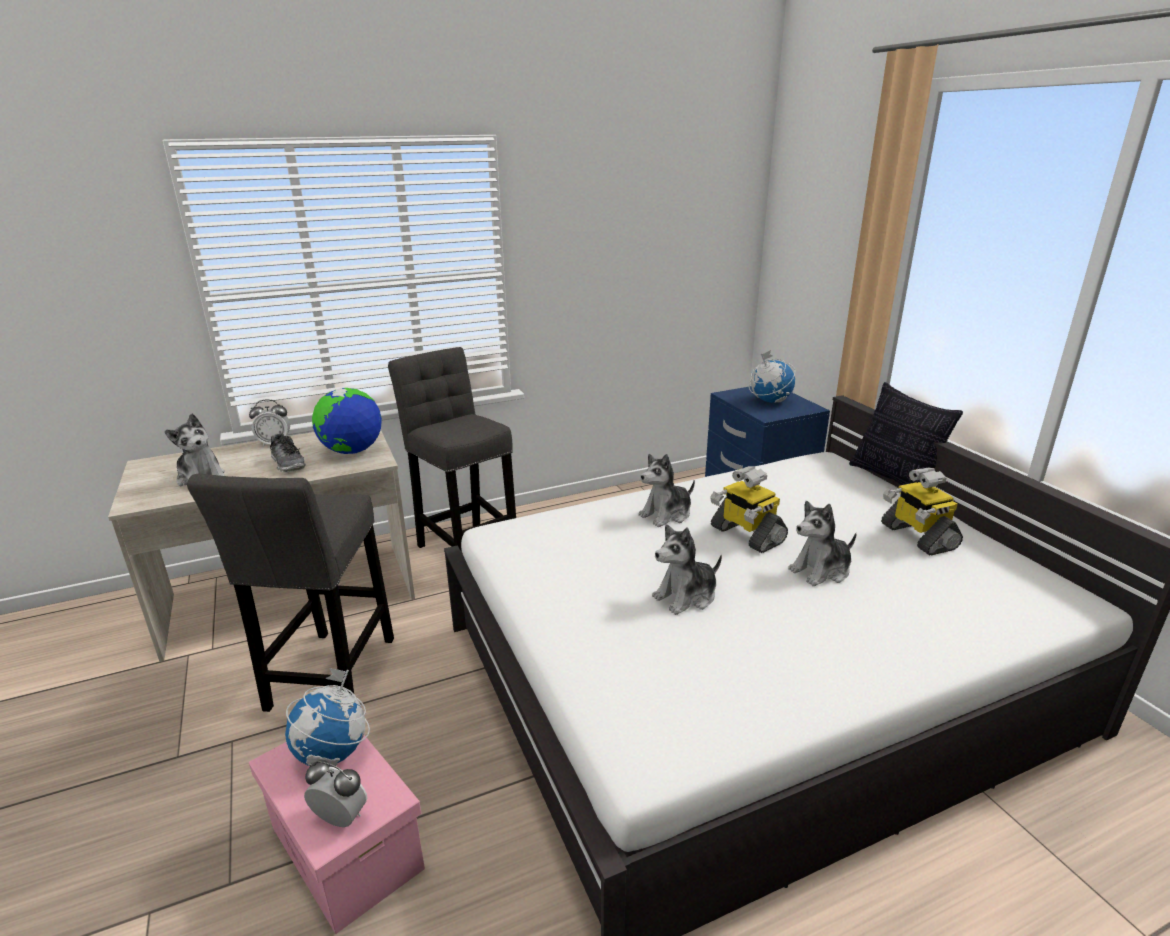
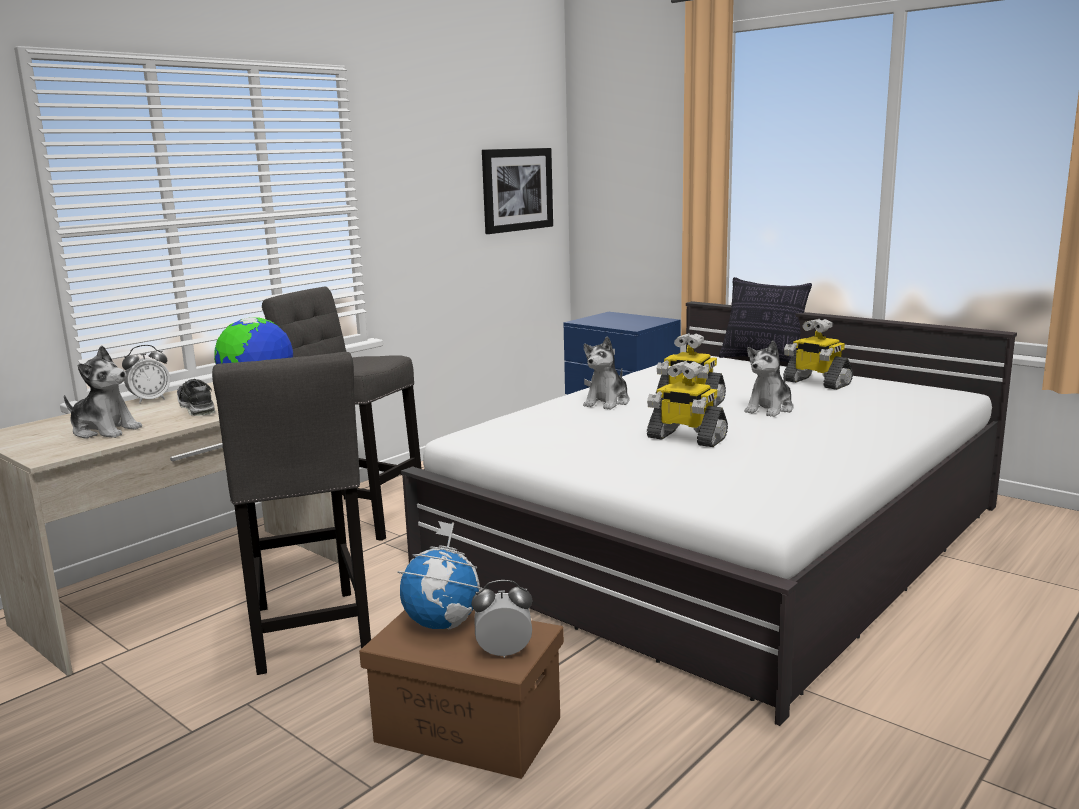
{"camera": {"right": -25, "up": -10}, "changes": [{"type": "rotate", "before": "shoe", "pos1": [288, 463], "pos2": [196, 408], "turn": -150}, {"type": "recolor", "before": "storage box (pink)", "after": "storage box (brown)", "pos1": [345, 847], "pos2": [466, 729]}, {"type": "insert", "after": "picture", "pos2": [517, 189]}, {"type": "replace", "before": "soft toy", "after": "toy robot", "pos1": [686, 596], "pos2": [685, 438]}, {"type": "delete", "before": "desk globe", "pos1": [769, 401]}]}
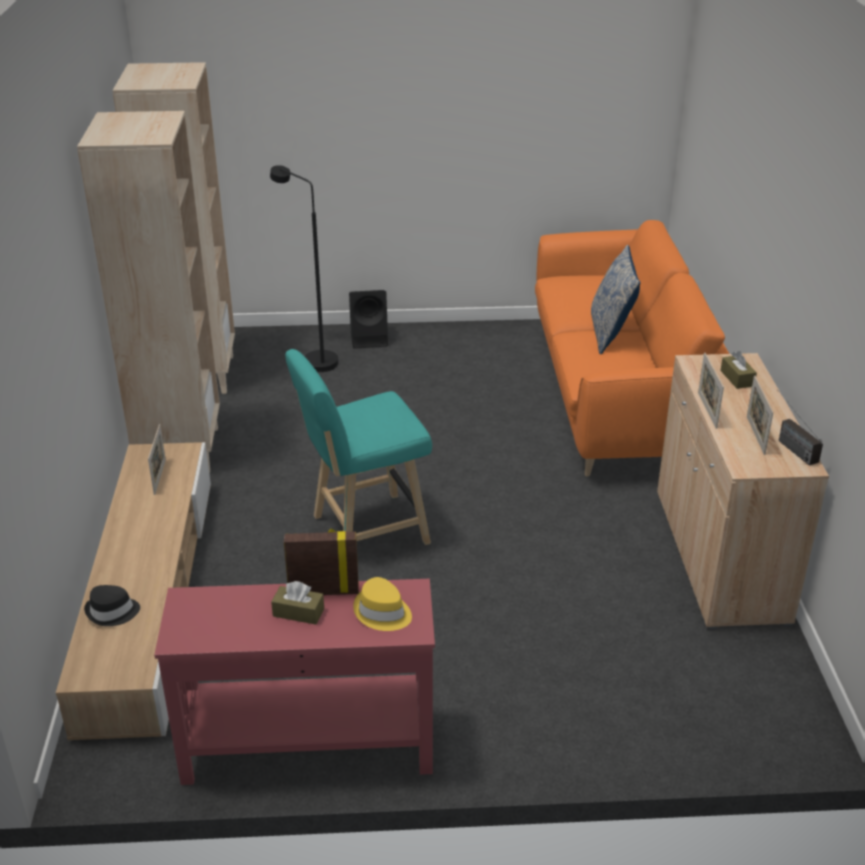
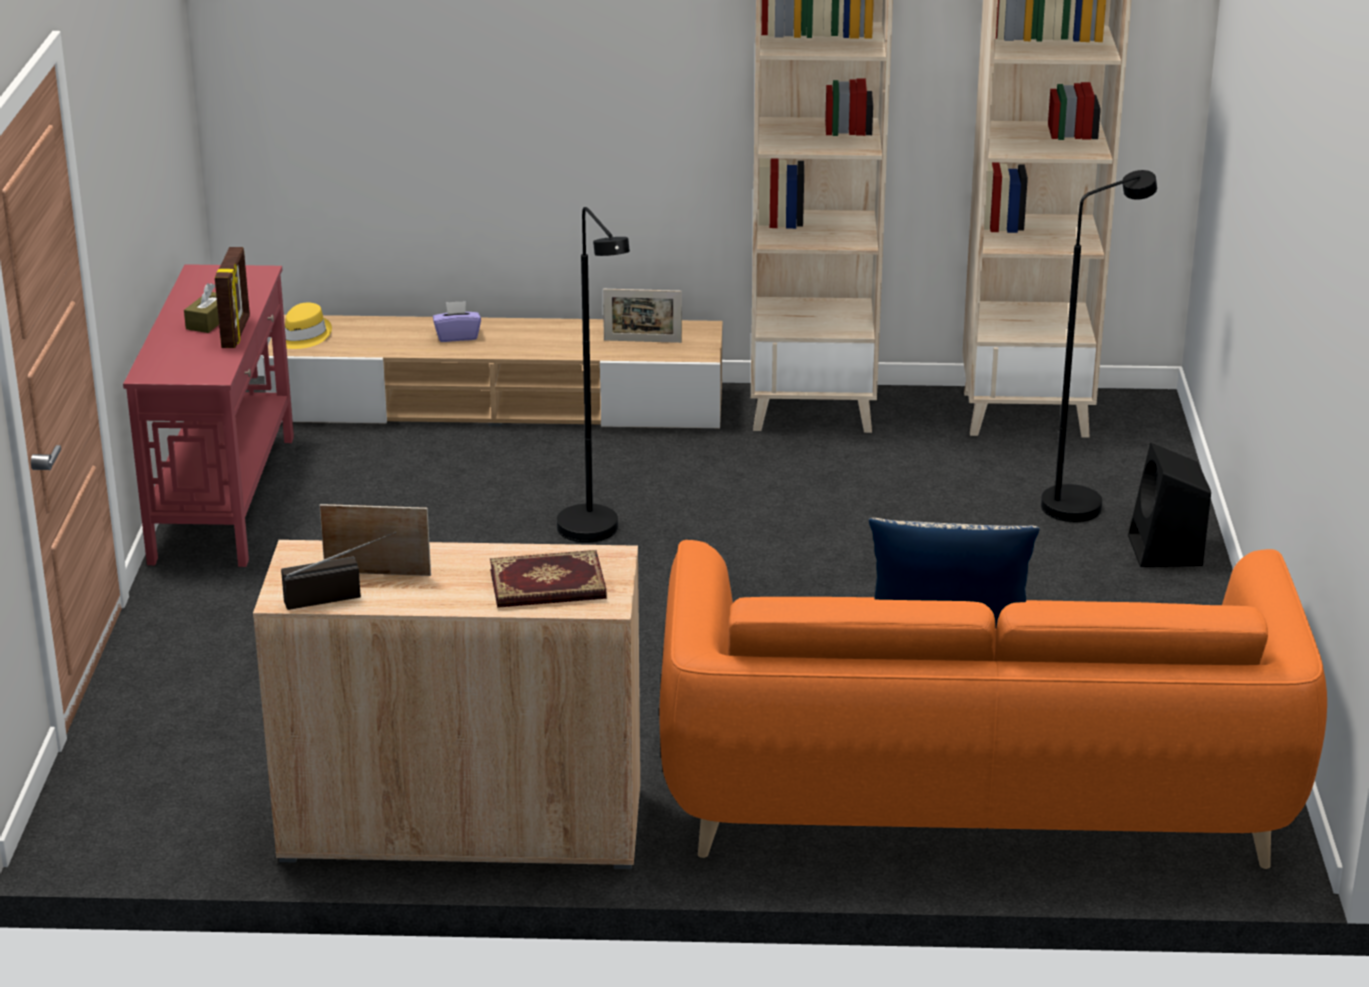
{"camera": {"right": 95, "up": -5}, "changes": [{"type": "move", "before": "wearable hat (yellow-coloured)", "pos1": [382, 613], "pos2": [303, 337]}, {"type": "insert", "after": "tissue box (purple)", "pos2": [457, 336]}, {"type": "replace", "before": "tissue box (brown)", "after": "volume", "pos1": [737, 378], "pos2": [548, 586]}, {"type": "replace", "before": "stool seat (turquoise)", "after": "standing lamp (blackish)", "pos1": [364, 532], "pos2": [595, 535]}, {"type": "delete", "before": "wearable hat (blackish)", "pos1": [112, 612]}, {"type": "delete", "before": "standing frame", "pos1": [707, 410]}]}
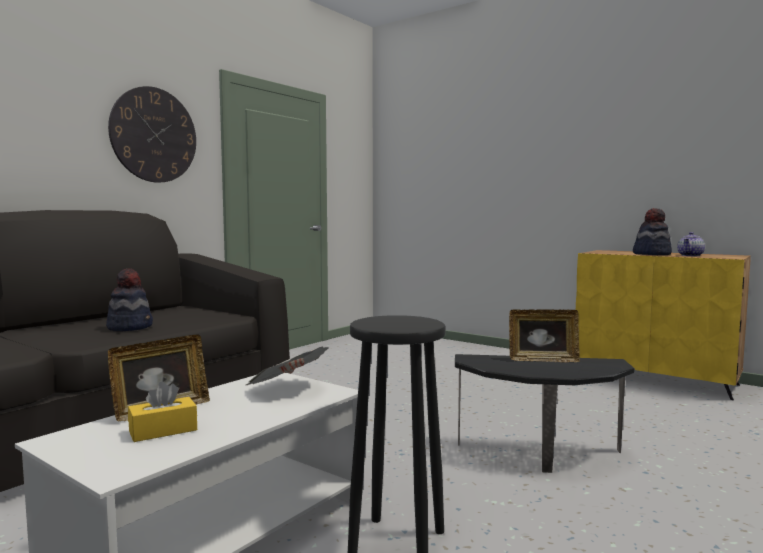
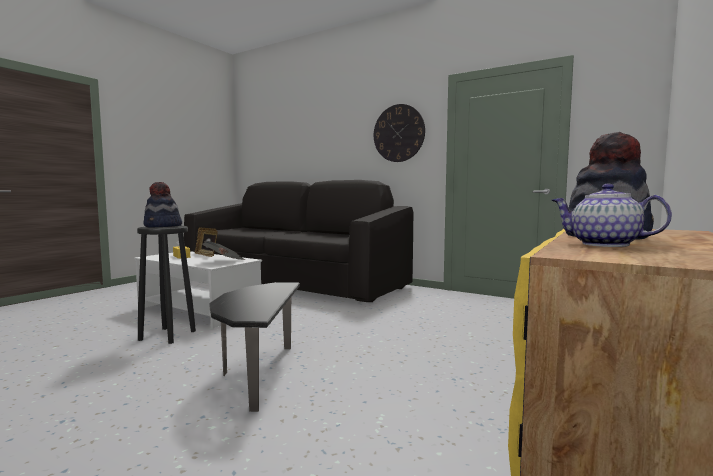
{"camera": {"right": 85, "up": 0}, "changes": [{"type": "move", "before": "wearable hat", "pos1": [130, 327], "pos2": [163, 226]}, {"type": "delete", "before": "standing frame", "pos1": [543, 360]}]}
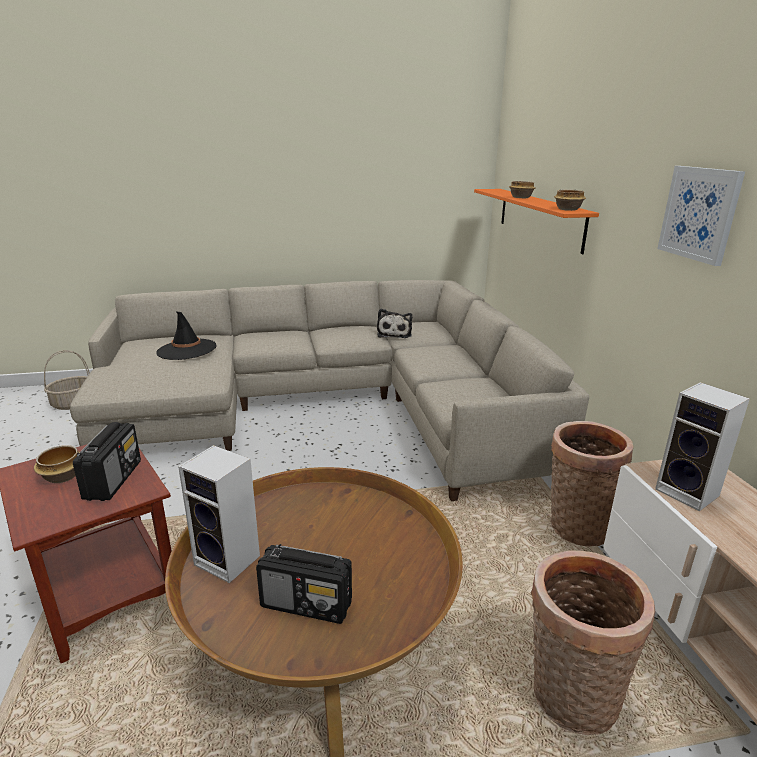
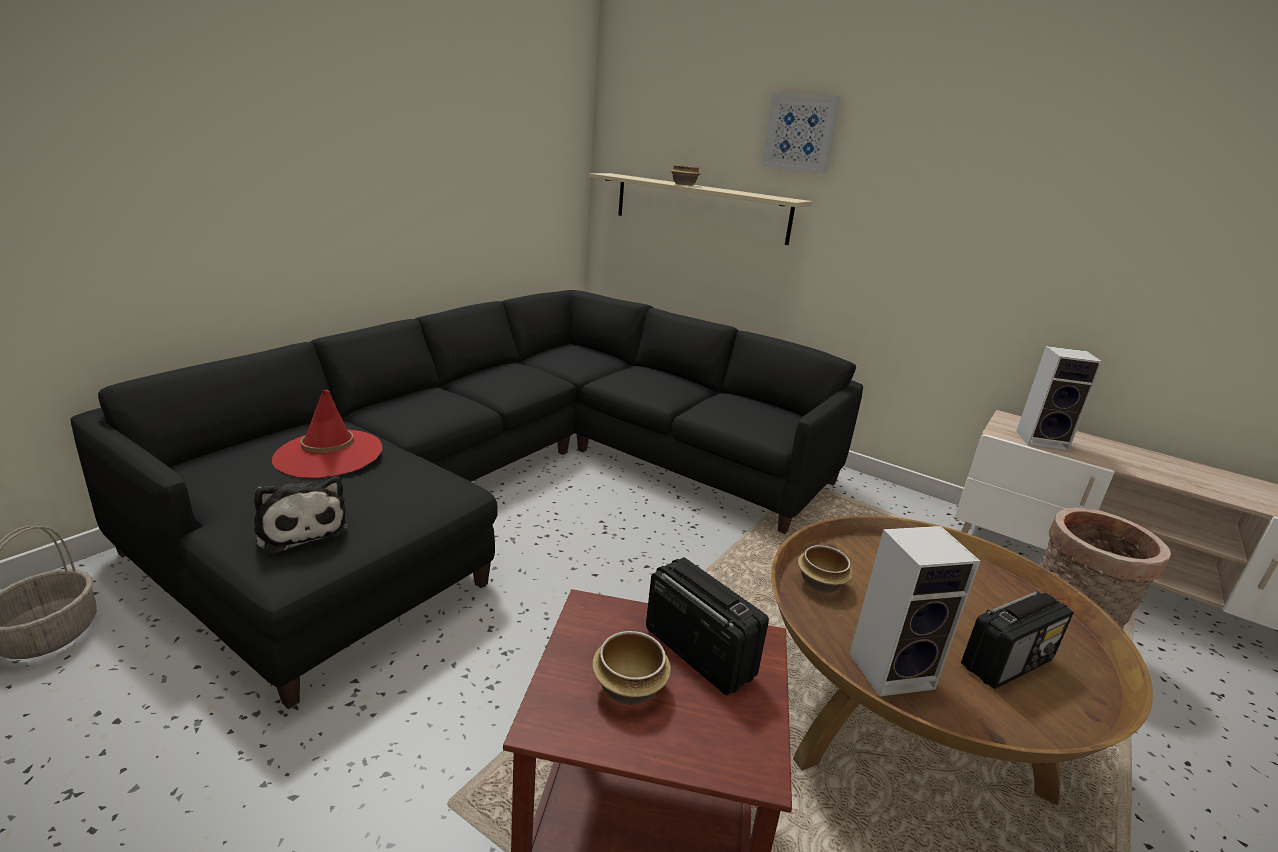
{"camera": {"right": -45, "up": 0}, "changes": [{"type": "recolor", "before": "settee (sand-coloured)", "after": "settee (blackish)", "pos1": [328, 406], "pos2": [516, 482]}, {"type": "move", "before": "soft toy", "pos1": [394, 333], "pos2": [300, 528]}, {"type": "recolor", "before": "wearable hat (blackish)", "after": "wearable hat (red)", "pos1": [186, 350], "pos2": [328, 454]}, {"type": "recolor", "before": "shelf (orange)", "after": "shelf (sand-coloured)", "pos1": [539, 218], "pos2": [700, 207]}, {"type": "move", "before": "picture", "pos1": [699, 214], "pos2": [800, 133]}, {"type": "move", "before": "bowl", "pos1": [568, 209], "pos2": [821, 583]}, {"type": "delete", "before": "basket", "pos1": [575, 525]}]}
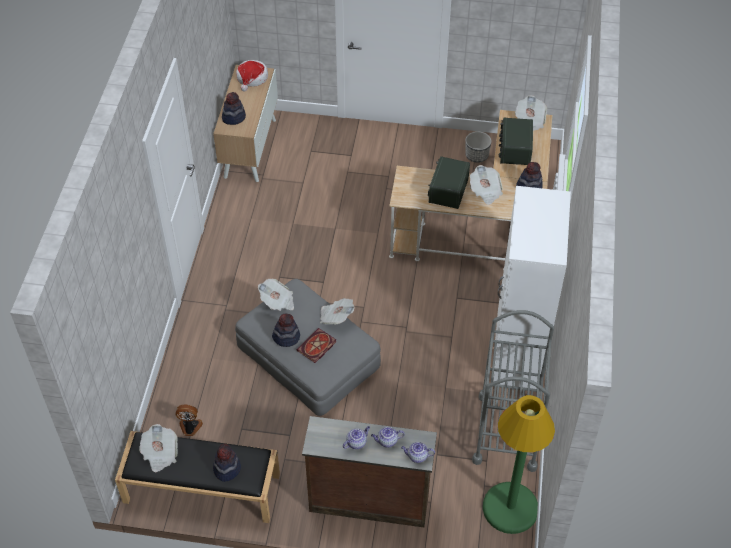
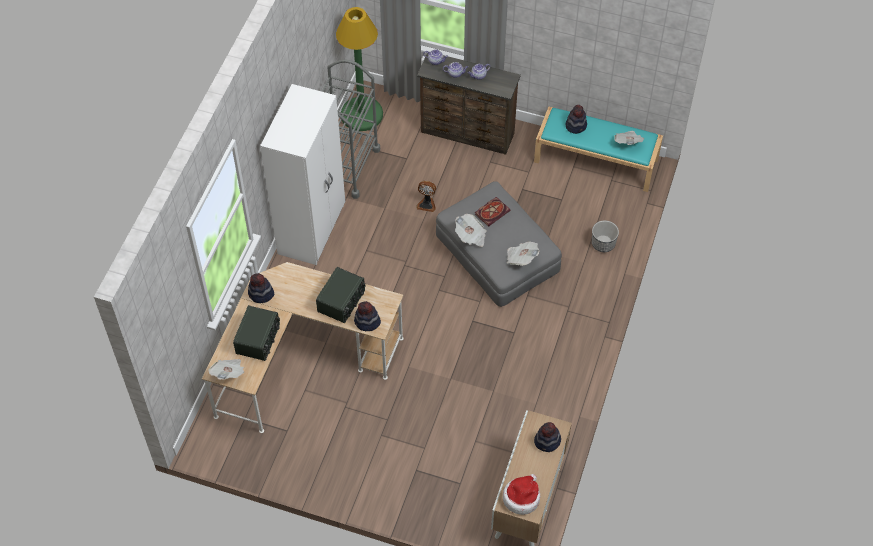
{"camera": {"right": -170, "up": 5}, "changes": [{"type": "move", "before": "wearable hat", "pos1": [286, 337], "pos2": [367, 322]}, {"type": "move", "before": "fan", "pos1": [190, 427], "pos2": [426, 204]}, {"type": "recolor", "before": "indoor bench (blackish)", "after": "indoor bench (turquoise)", "pos1": [200, 488], "pos2": [597, 160]}, {"type": "move", "before": "plant pot", "pos1": [476, 155], "pos2": [603, 244]}, {"type": "delete", "before": "newspaper", "pos1": [485, 191]}]}
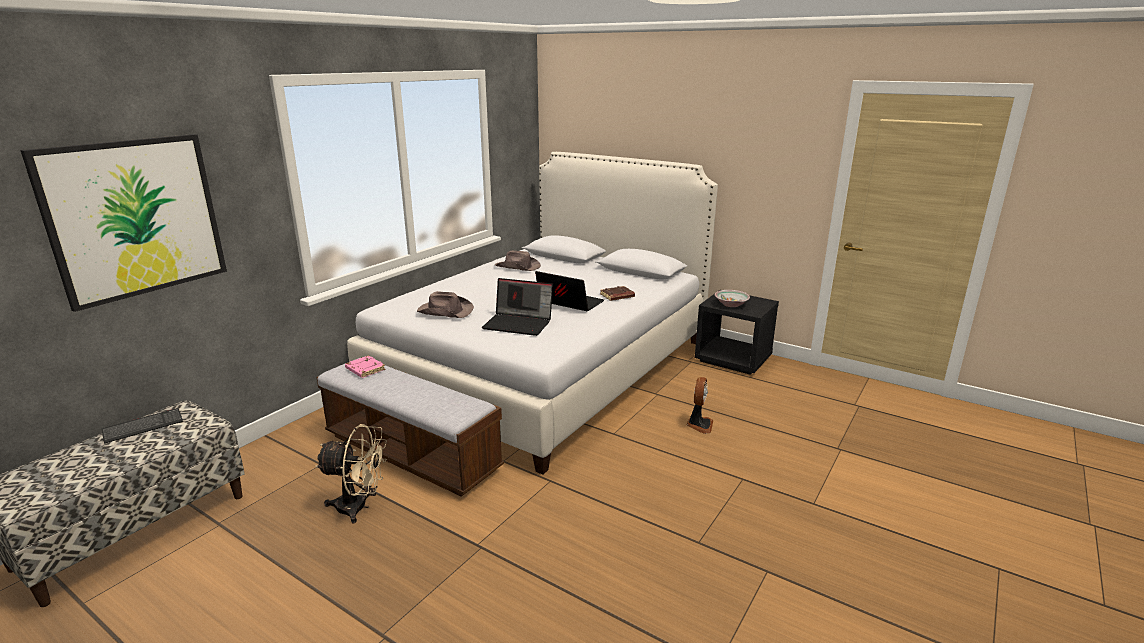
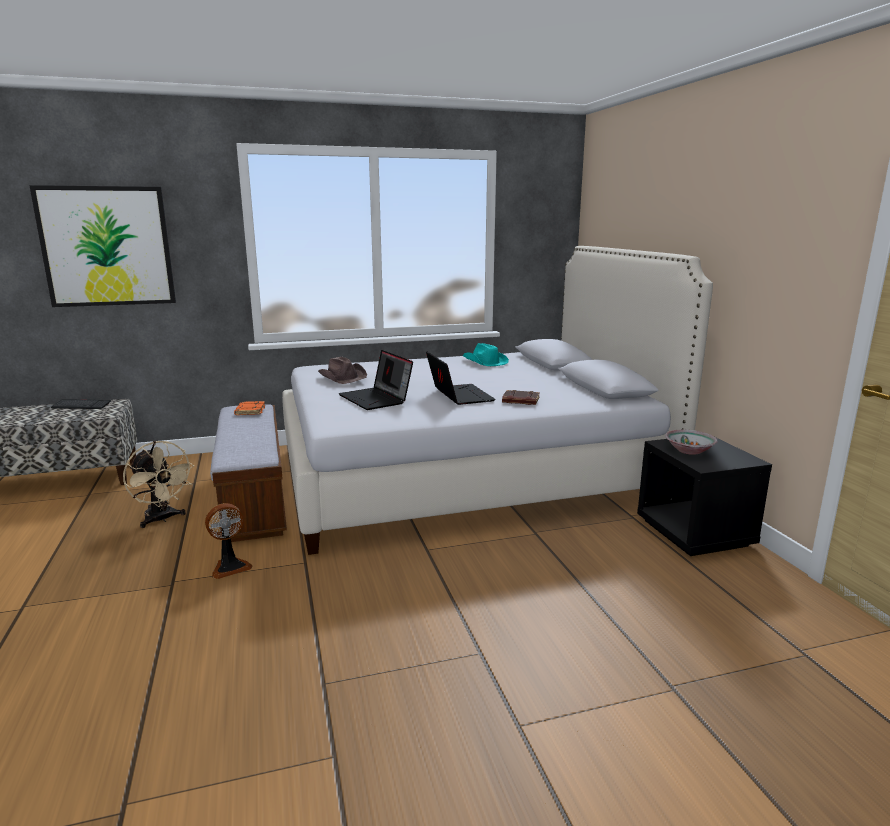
{"camera": {"right": 40, "up": -5}, "changes": [{"type": "move", "before": "fan", "pos1": [699, 425], "pos2": [230, 567]}, {"type": "recolor", "before": "volume (pink)", "after": "volume (orange)", "pos1": [364, 369], "pos2": [250, 411]}, {"type": "recolor", "before": "wearable hat (brown)", "after": "wearable hat (turquoise)", "pos1": [518, 267], "pos2": [484, 362]}]}
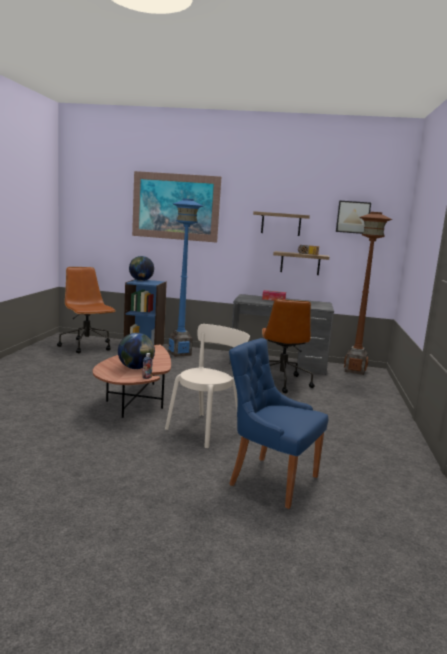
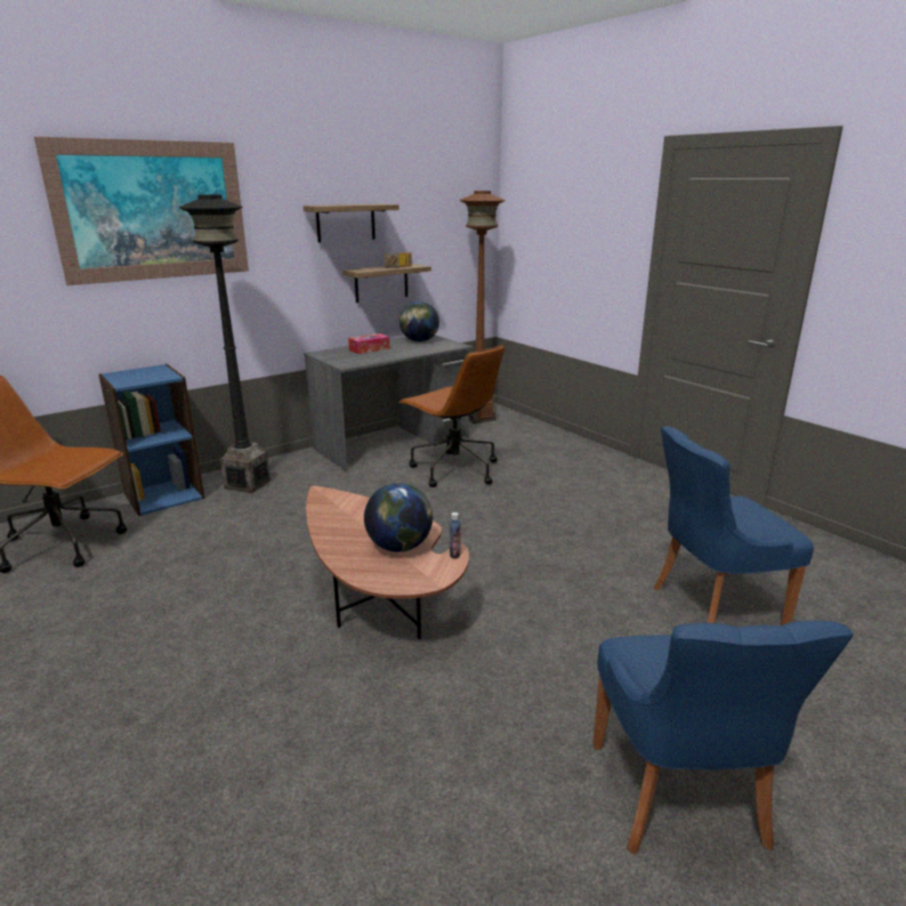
{"camera": {"right": -45, "up": 10}, "changes": [{"type": "recolor", "before": "standing lamp (blue)", "after": "standing lamp (blackish)", "pos1": [179, 353], "pos2": [248, 484]}, {"type": "move", "before": "desk globe", "pos1": [141, 280], "pos2": [419, 341]}, {"type": "insert", "after": "upright chair (blue)", "pos2": [680, 798]}, {"type": "delete", "before": "upright chair (sand-coloured)", "pos1": [206, 429]}, {"type": "delete", "before": "picture", "pos1": [353, 217]}]}
